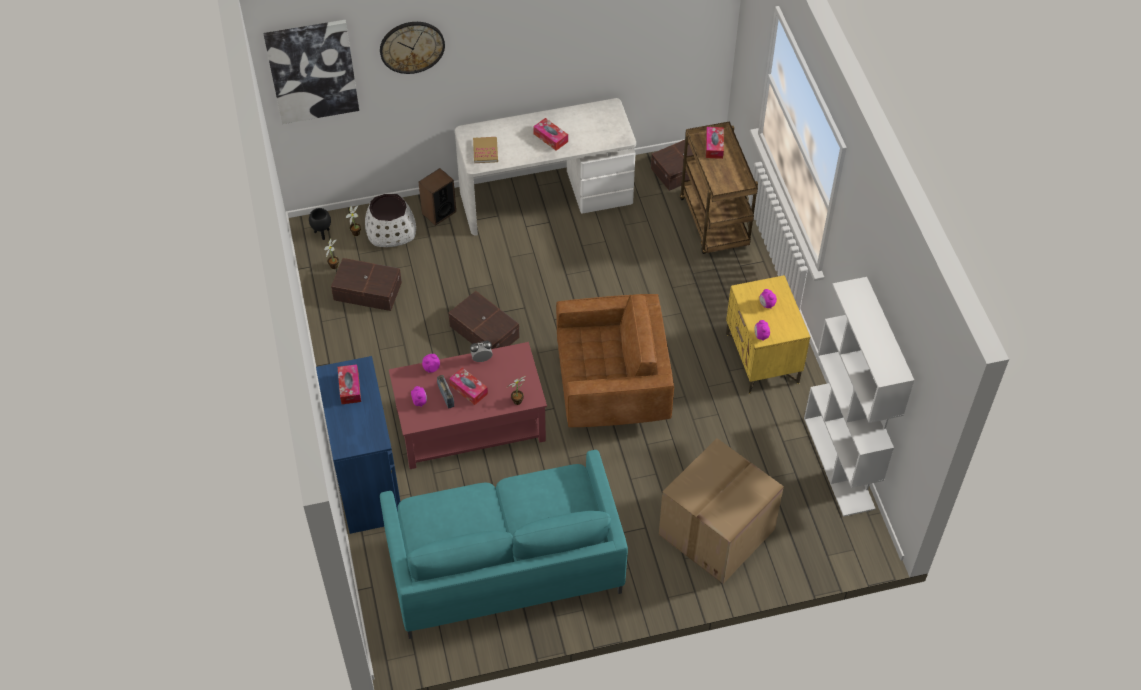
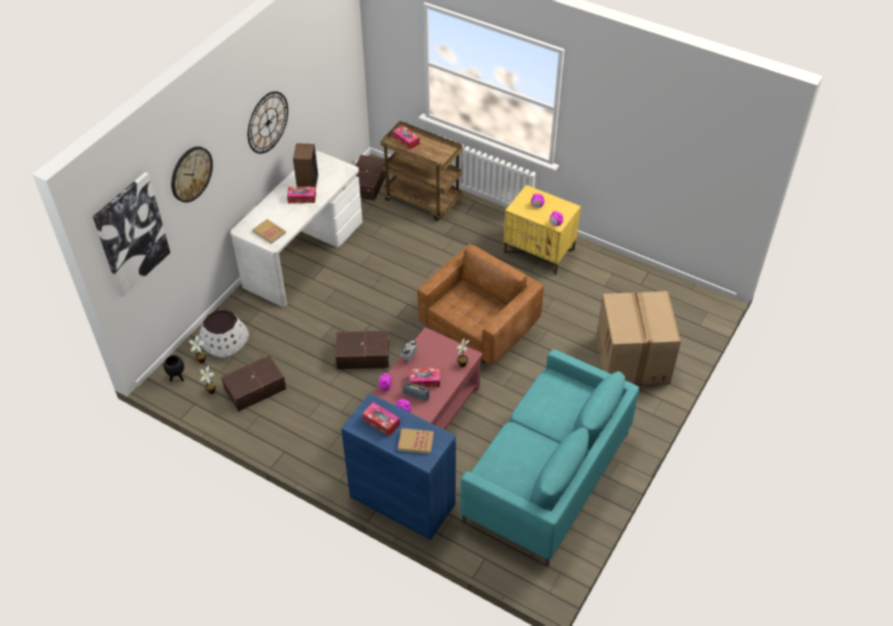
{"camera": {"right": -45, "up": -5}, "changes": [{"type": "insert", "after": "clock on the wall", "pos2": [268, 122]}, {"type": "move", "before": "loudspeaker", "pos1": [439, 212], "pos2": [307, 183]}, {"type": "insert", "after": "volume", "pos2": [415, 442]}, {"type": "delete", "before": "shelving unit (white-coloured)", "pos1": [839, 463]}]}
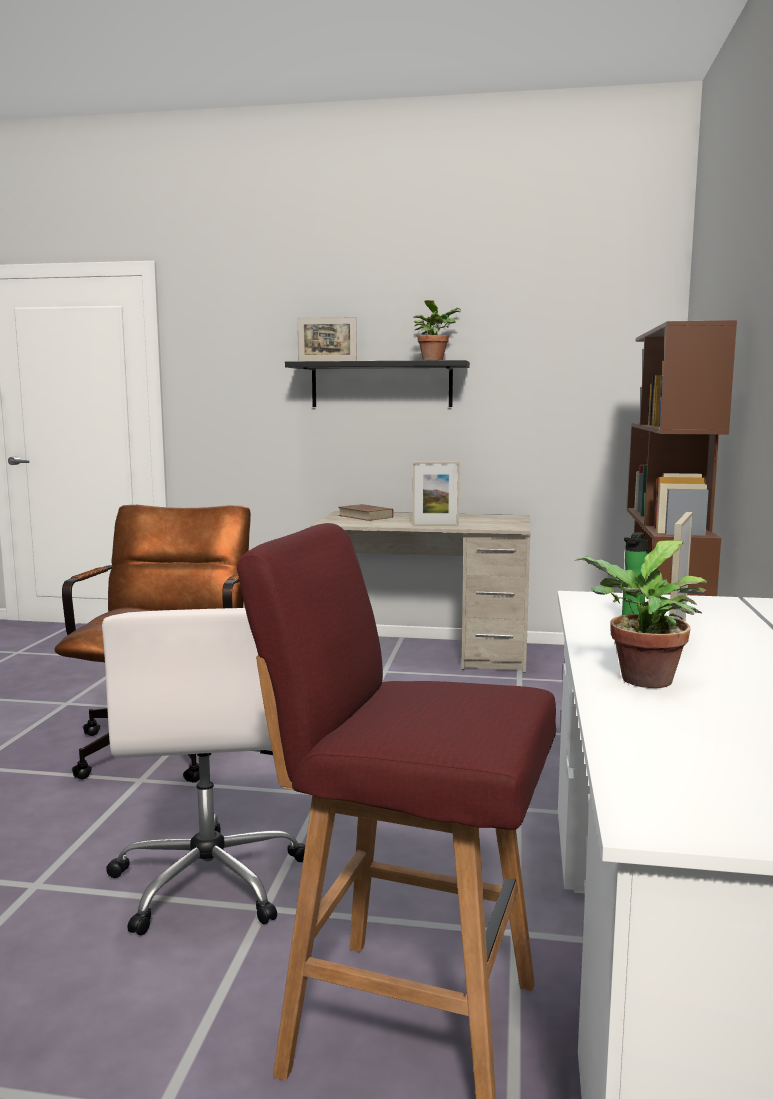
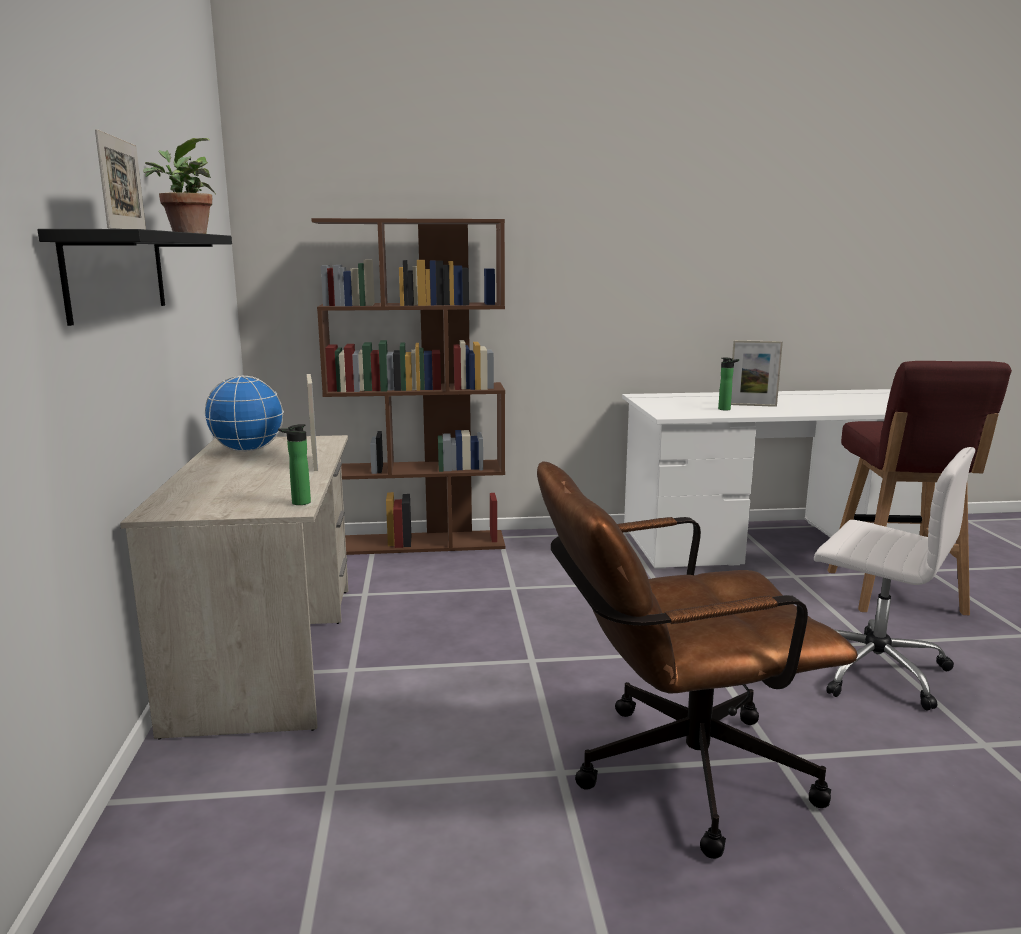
{"camera": {"right": -105, "up": 5}, "changes": [{"type": "insert", "after": "desk globe", "pos2": [247, 450]}, {"type": "insert", "after": "bottle", "pos2": [298, 503]}, {"type": "rotate", "before": "computer chair (white-coloured)", "pos1": [209, 880], "pos2": [871, 669], "turn": 60}, {"type": "delete", "before": "volume (brown)", "pos1": [365, 516]}, {"type": "delete", "before": "houseplant", "pos1": [641, 681]}]}
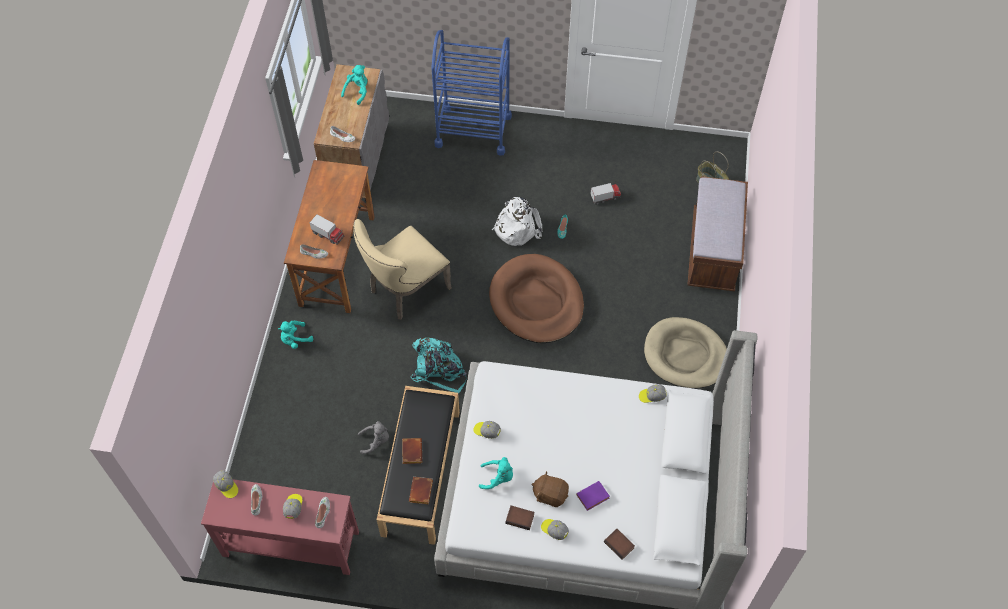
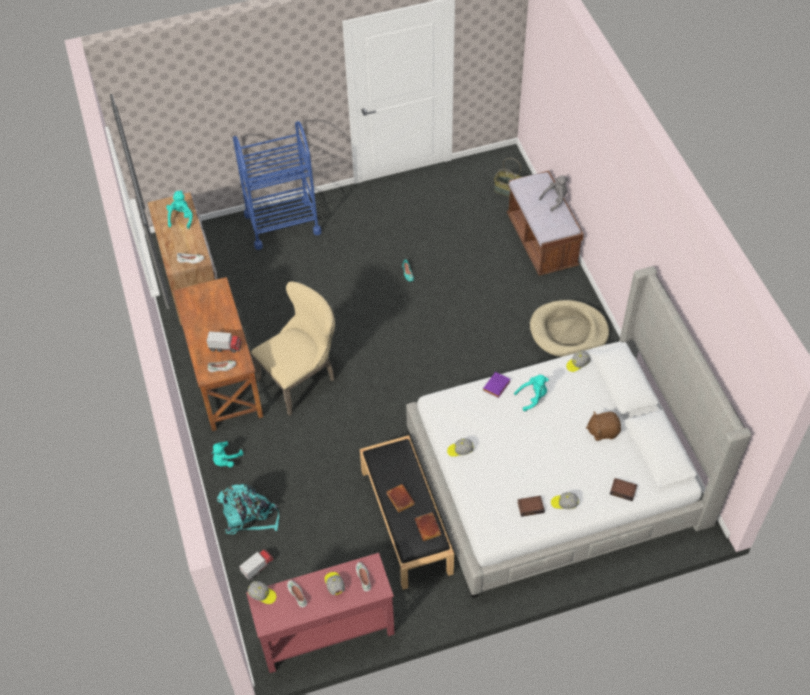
{"camera": {"right": -25, "up": -5}, "changes": [{"type": "move", "before": "backpack (turquoise)", "pos1": [439, 370], "pos2": [249, 515]}, {"type": "move", "before": "model truck", "pos1": [605, 197], "pos2": [258, 567]}, {"type": "rotate", "before": "upright chair (sand-coloured)", "pos1": [405, 291], "pos2": [301, 378], "turn": -150}, {"type": "move", "before": "volume (purple)", "pos1": [592, 498], "pos2": [497, 387]}, {"type": "move", "before": "soft toy (turquoise)", "pos1": [498, 477], "pos2": [533, 397]}, {"type": "move", "before": "soft toy (gray)", "pos1": [376, 441], "pos2": [555, 199]}, {"type": "move", "before": "soft toy (brown)", "pos1": [550, 494], "pos2": [603, 431]}, {"type": "delete", "before": "pet bed (brown)", "pos1": [536, 301]}, {"type": "delete", "before": "backpack (white-coloured)", "pos1": [516, 227]}]}
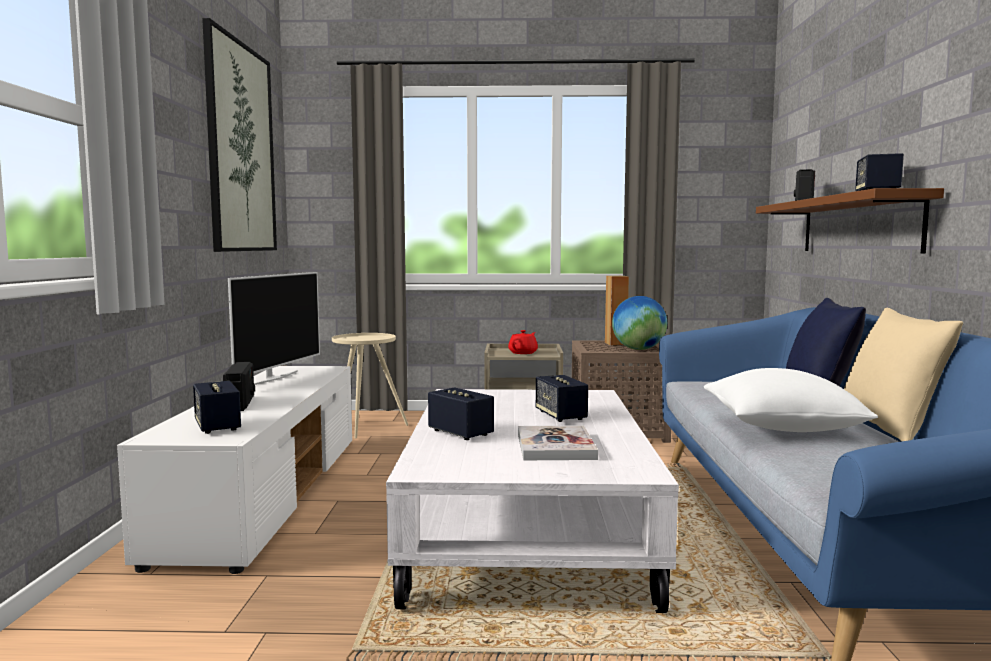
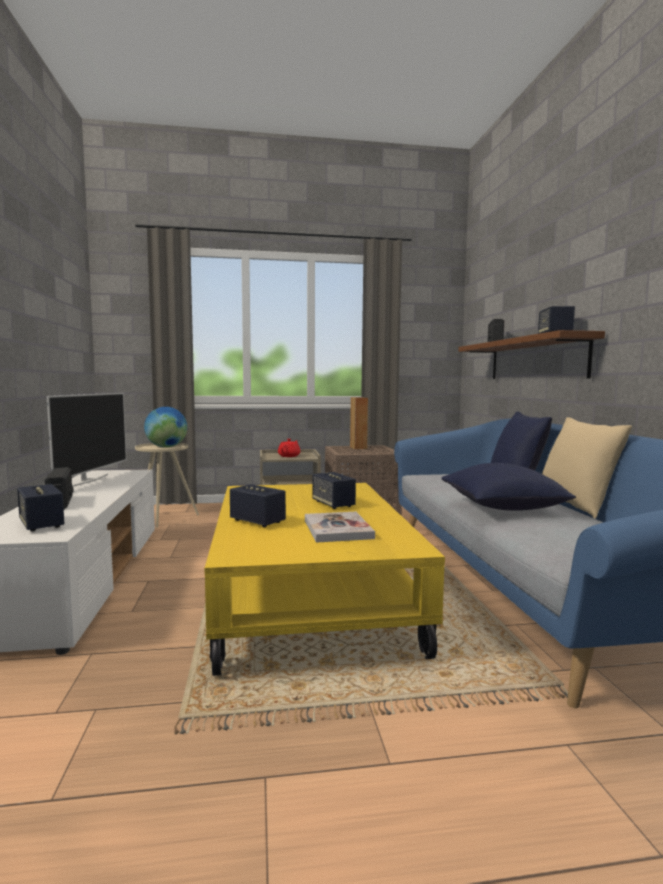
{"camera": {"right": -10, "up": 0}, "changes": [{"type": "move", "before": "desk globe", "pos1": [639, 349], "pos2": [166, 447]}, {"type": "recolor", "before": "low table (white-coloured)", "after": "low table (yellow-coloured)", "pos1": [528, 530], "pos2": [310, 596]}, {"type": "recolor", "before": "cushion (white-coloured)", "after": "cushion (blue)", "pos1": [781, 428], "pos2": [502, 507]}, {"type": "delete", "before": "picture", "pos1": [240, 148]}]}
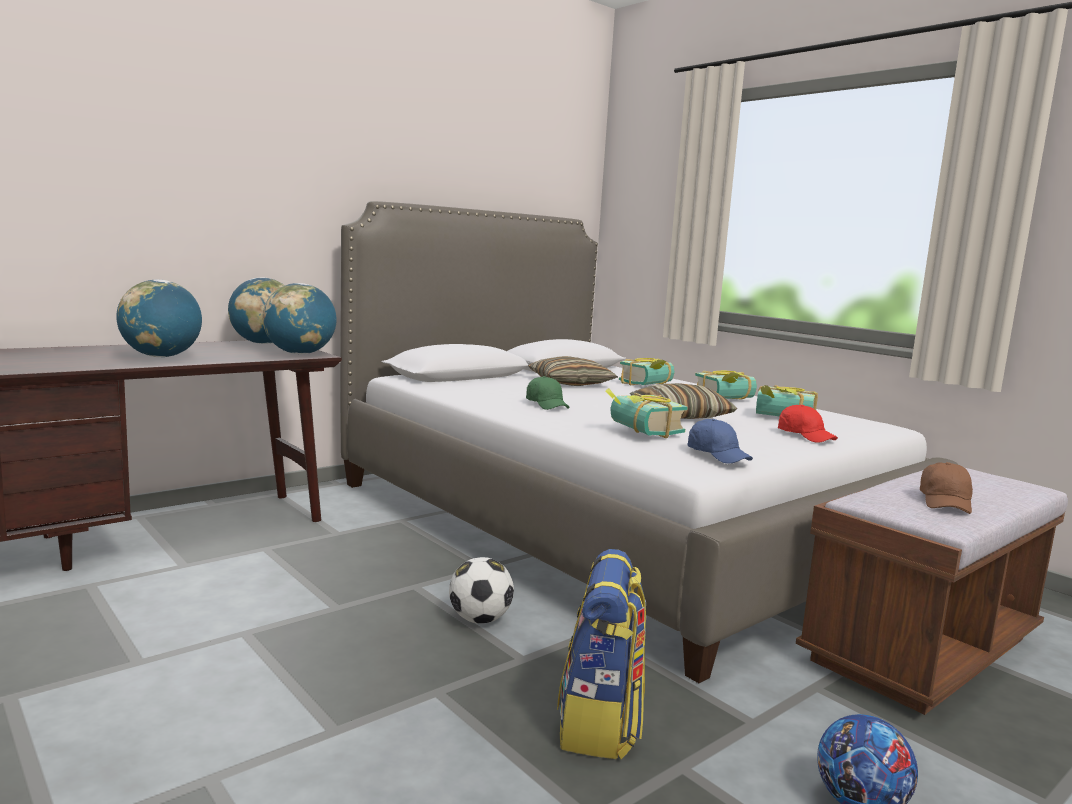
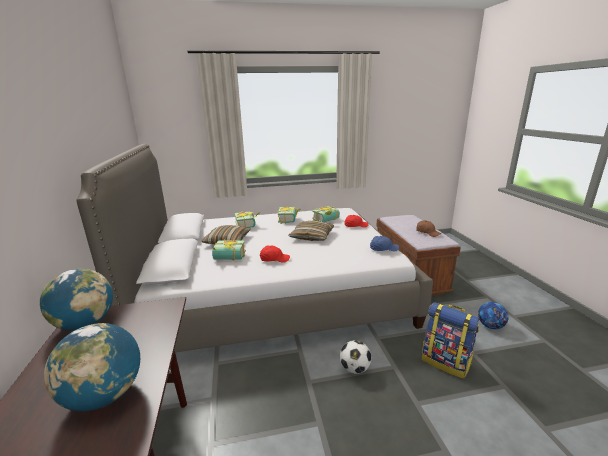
{"camera": {"right": -60, "up": 10}, "changes": [{"type": "move", "before": "volume", "pos1": [639, 431], "pos2": [229, 259]}, {"type": "recolor", "before": "cap (green-coloured)", "after": "cap (red)", "pos1": [547, 405], "pos2": [274, 259]}, {"type": "delete", "before": "desk globe", "pos1": [300, 354]}]}
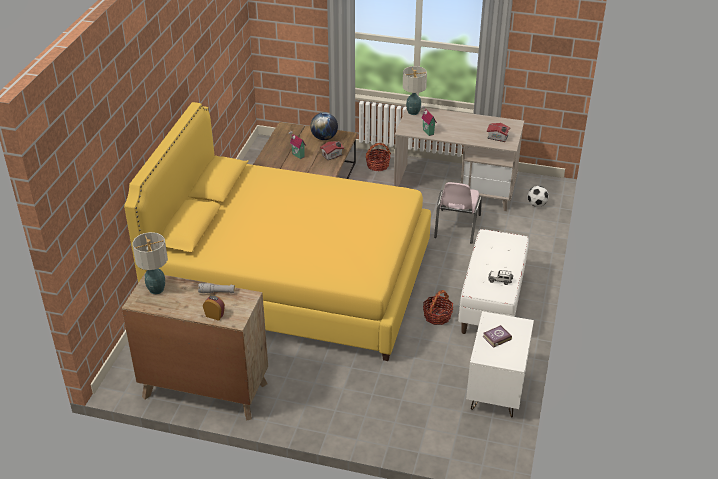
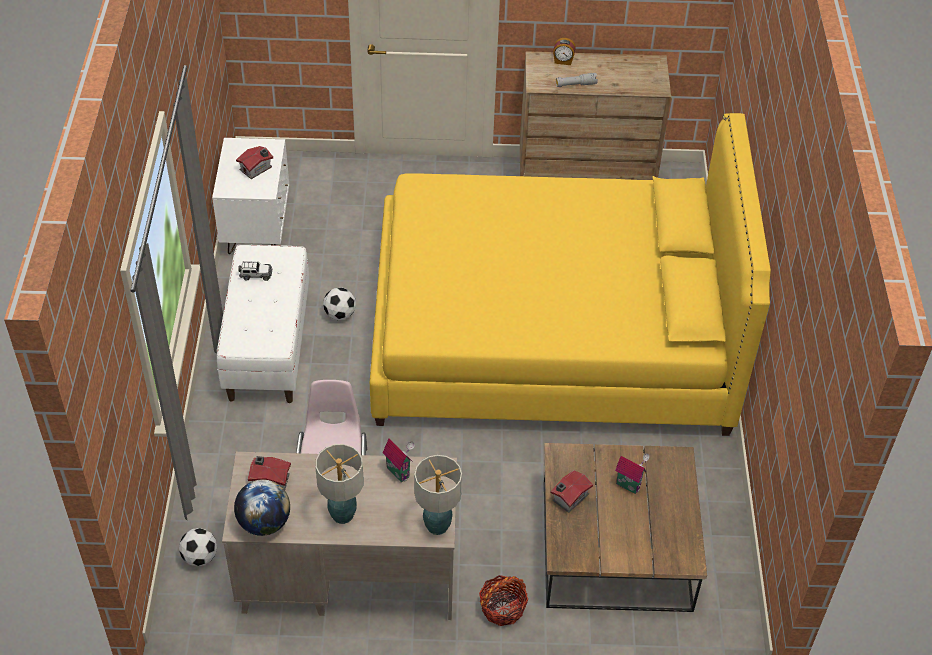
{"camera": {"right": 165, "up": 10}, "changes": [{"type": "move", "before": "desk globe", "pos1": [324, 138], "pos2": [264, 523]}, {"type": "replace", "before": "volume", "after": "model house", "pos1": [496, 338], "pos2": [257, 169]}, {"type": "move", "before": "lamp for a table", "pos1": [156, 289], "pos2": [343, 515]}, {"type": "replace", "before": "basket", "after": "football ball", "pos1": [437, 316], "pos2": [340, 314]}]}
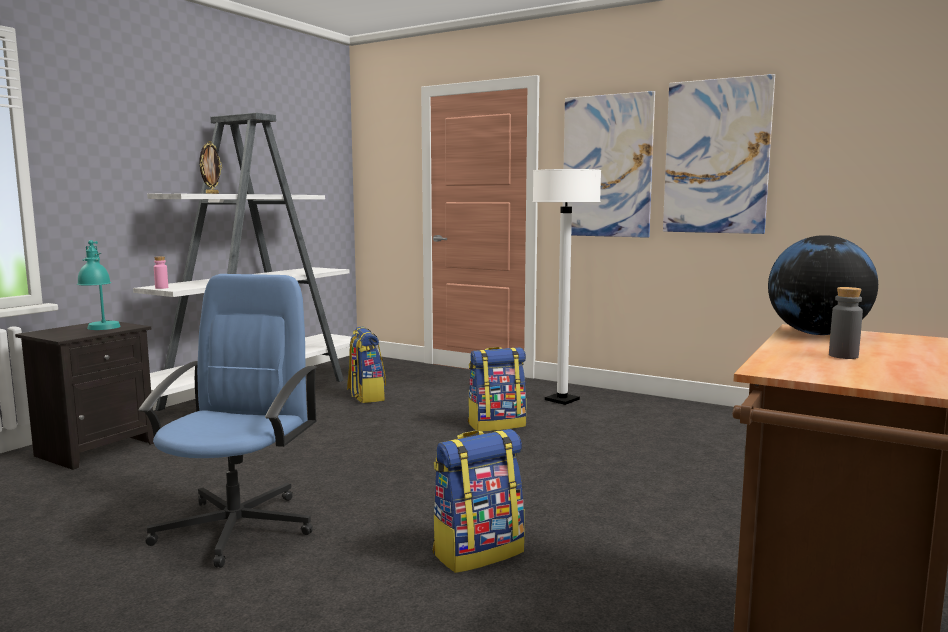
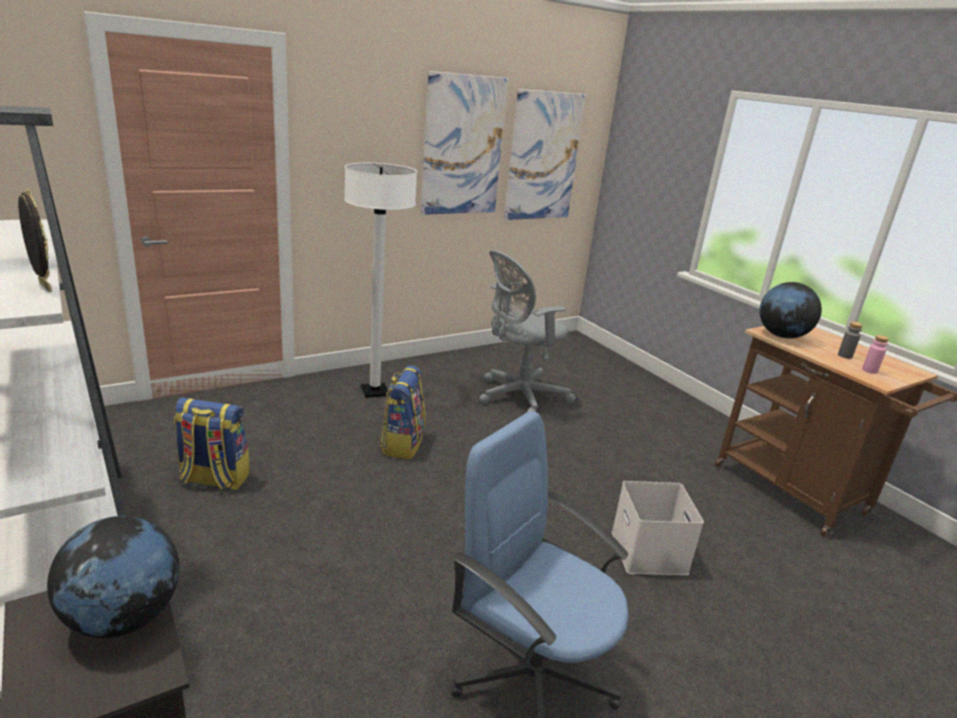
{"camera": {"right": -65, "up": 15}, "changes": [{"type": "replace", "before": "lamp for a table (turquoise)", "after": "desk globe", "pos1": [101, 329], "pos2": [123, 618]}, {"type": "insert", "after": "computer chair (gray)", "pos2": [518, 396]}, {"type": "move", "before": "picture", "pos1": [606, 166], "pos2": [543, 157]}, {"type": "replace", "before": "backpack", "after": "storage box (white-coloured)", "pos1": [478, 552], "pos2": [647, 551]}, {"type": "move", "before": "bottle (pink)", "pos1": [161, 288], "pos2": [869, 370]}]}
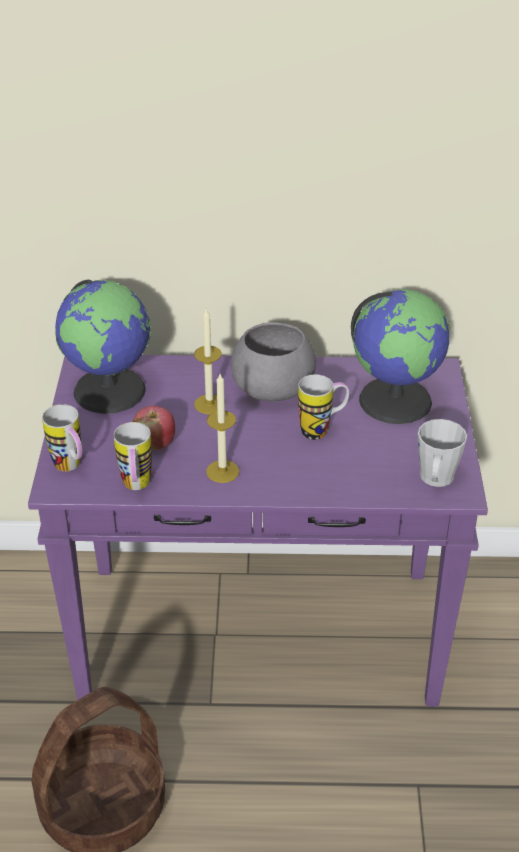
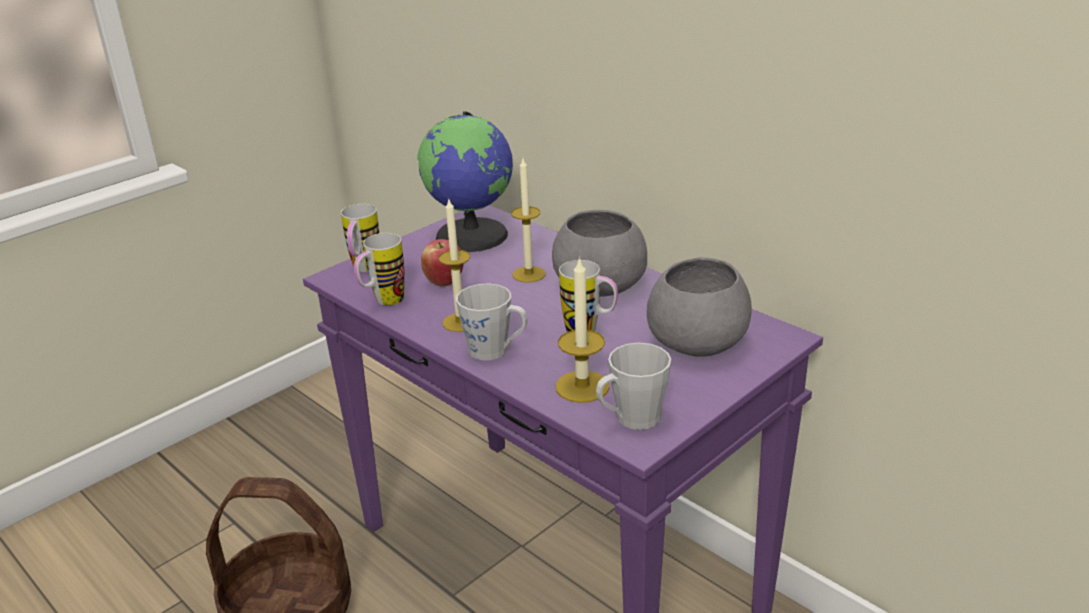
{"camera": {"right": 45, "up": -10}, "changes": [{"type": "insert", "after": "tea mug (gray)", "pos2": [495, 351]}, {"type": "insert", "after": "candle", "pos2": [582, 386]}, {"type": "replace", "before": "desk globe", "after": "bowl (gray)", "pos1": [395, 399], "pos2": [698, 340]}]}
